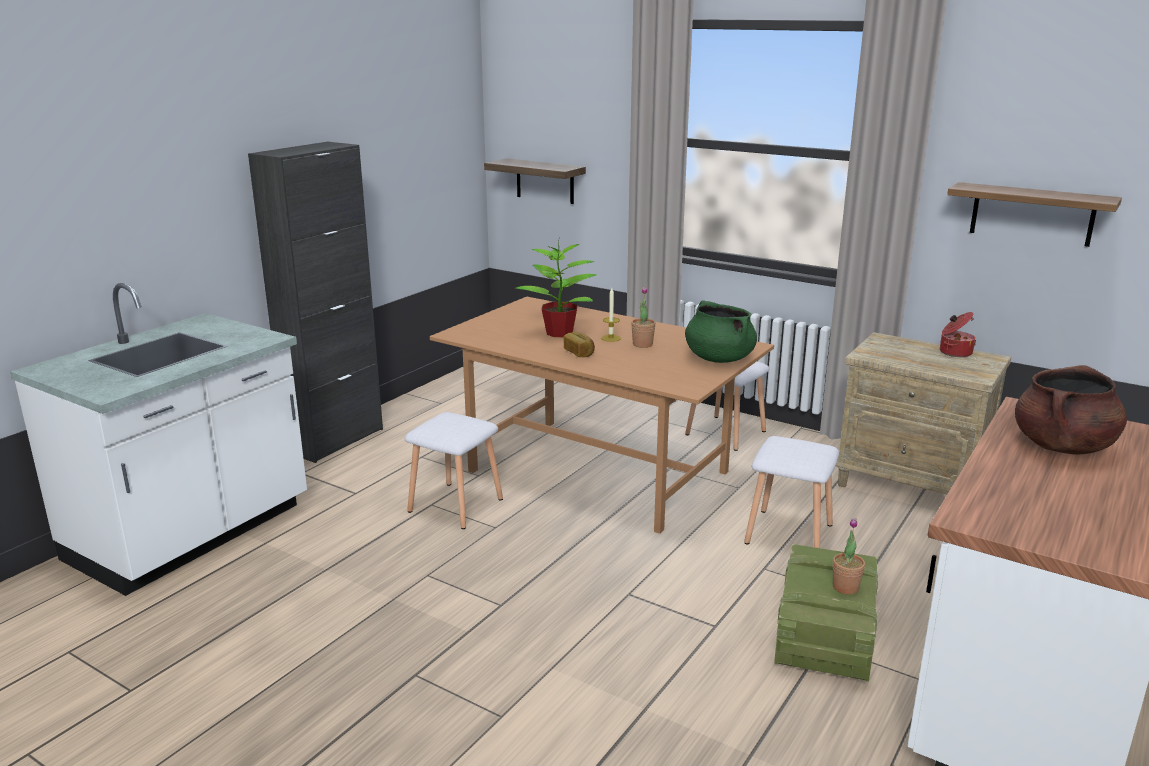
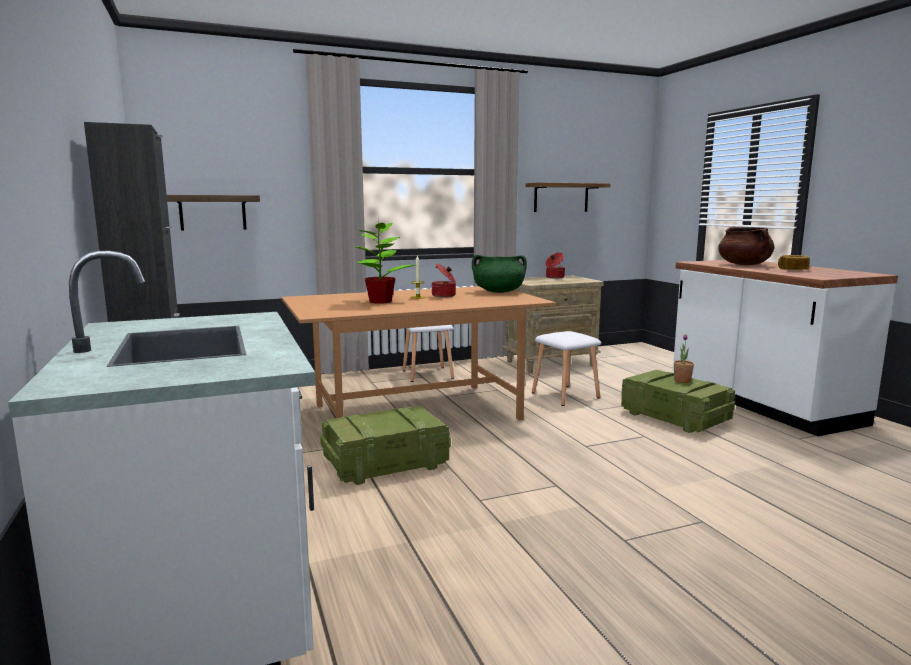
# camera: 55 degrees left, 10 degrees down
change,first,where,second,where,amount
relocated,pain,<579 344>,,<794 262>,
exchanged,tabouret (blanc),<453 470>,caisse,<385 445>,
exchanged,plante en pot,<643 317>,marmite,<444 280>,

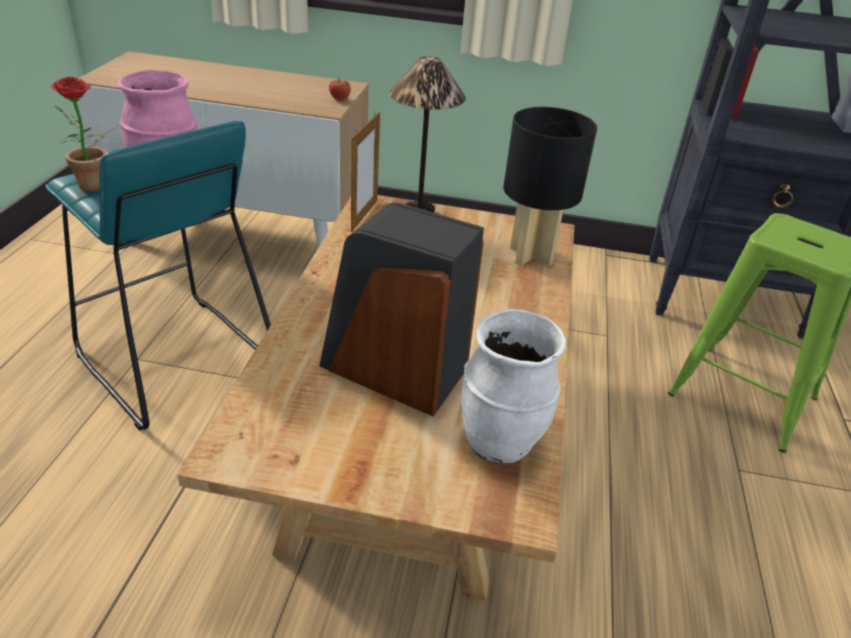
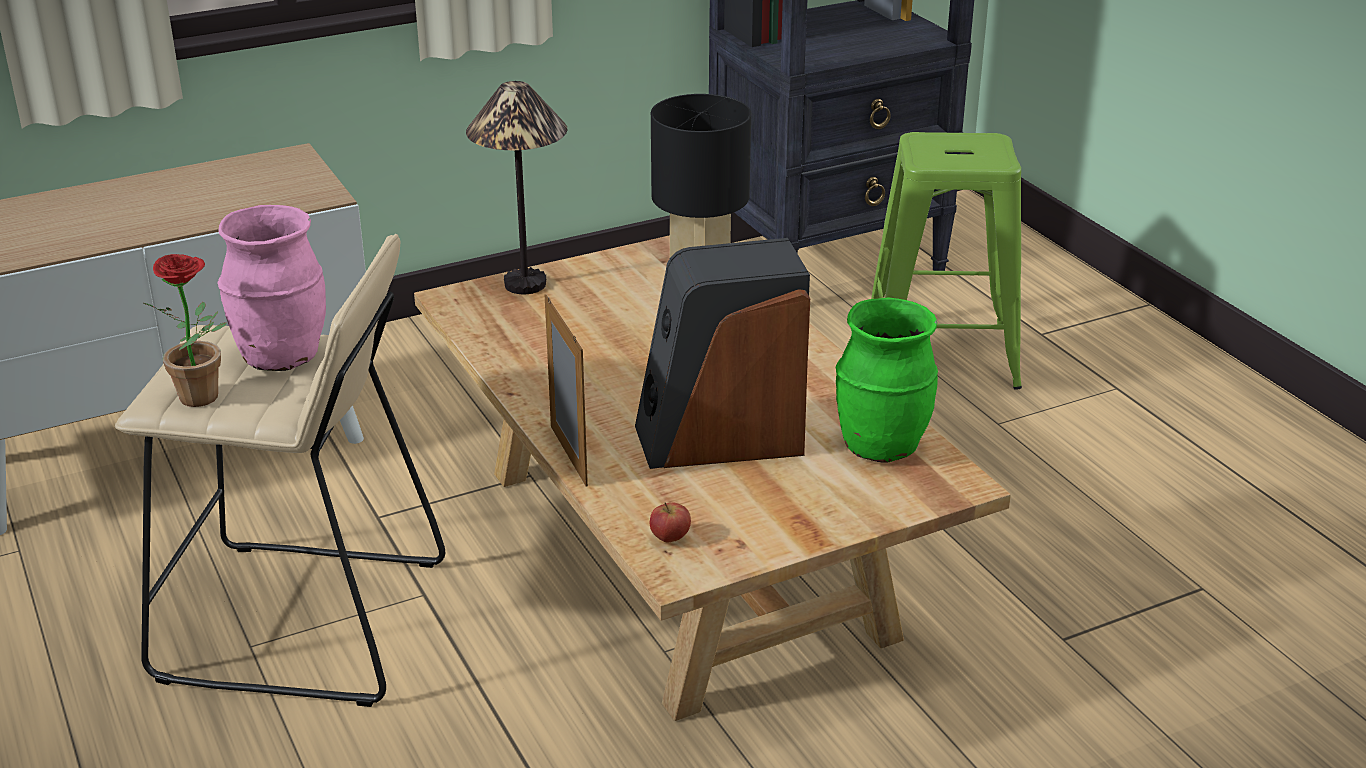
# camera: 35 degrees left, 5 degrees down
change,first,where,second,where,amount
relocated,pomme,<340 88>,,<670 522>,
relocated,cadre photo,<365 172>,,<566 390>,
colour,tabouret (turquoise),<158 275>,tabouret (beige),<280 470>,
colour,vase (blanc),<513 386>,vase (vert),<887 380>,

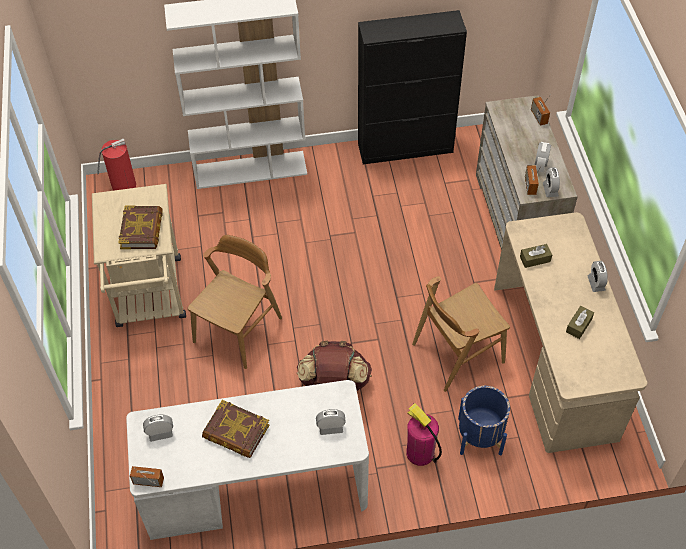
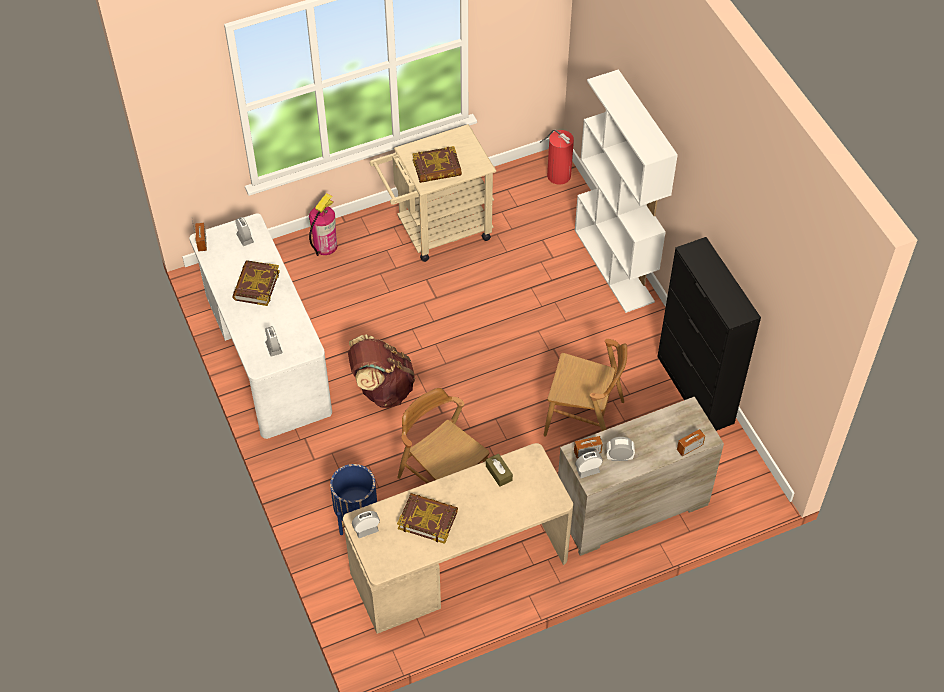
# camera: 75 degrees right, 0 degrees up
change,first,where,second,where,amount
relocated,chaise (marron),<235 302>,,<585 388>,
relocated,extincteur,<424 434>,,<323 224>,
relocated,réveil,<598 276>,,<366 524>,
exchanged,boîte à mouchoirs (marron),<580 322>,livre,<427 518>,

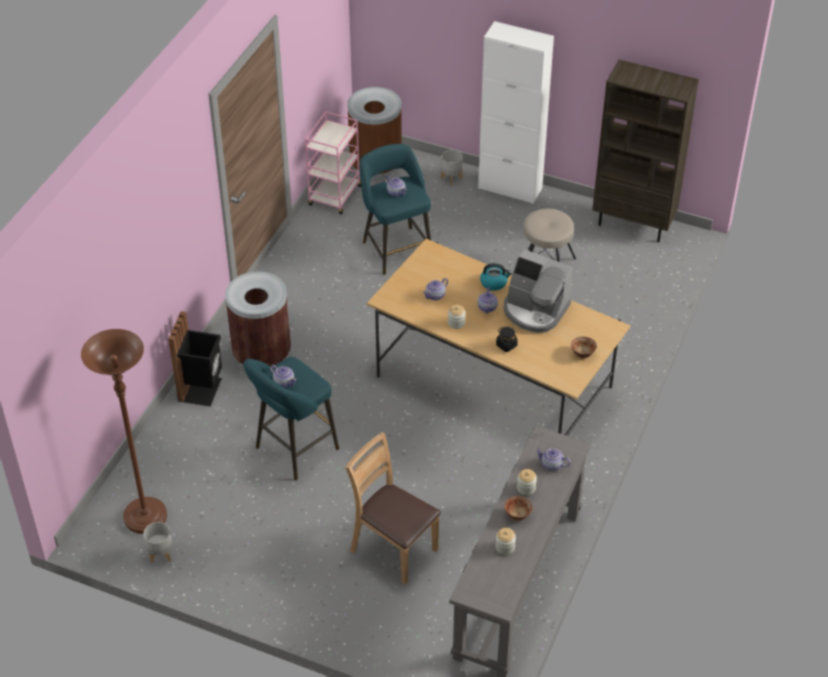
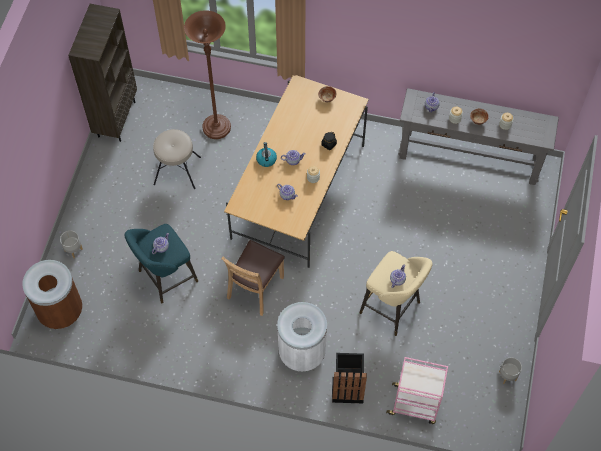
# camera: 100 degrees left, 15 degrees up
change,first,where,second,where,amount
missing,meuble de rangement (blanc),<516 112>,,,
missing,machine à café,<538 291>,,,
relocated,lampadaire (marron),<124 431>,,<207 74>,
relocated,chariot (rose),<333 163>,,<417 390>,
relocated,chaise (marron),<393 508>,,<253 278>,
colour,poubelle (marron),<258 319>,poubelle (blanc),<302 337>,
colour,tabouret (turquoise),<291 419>,tabouret (beige),<396 293>,

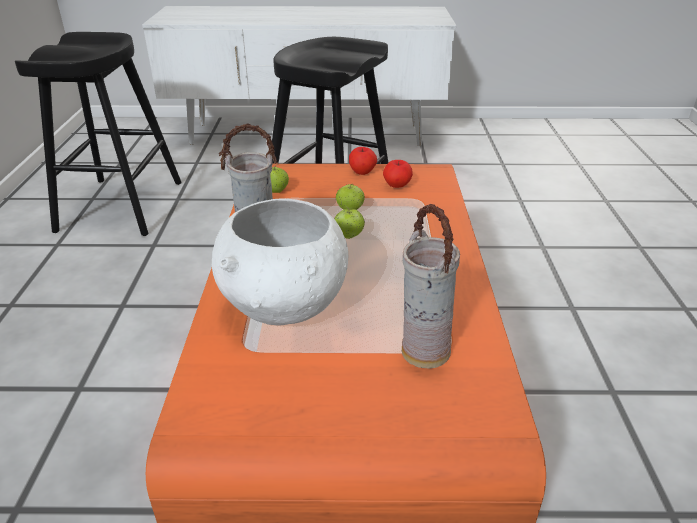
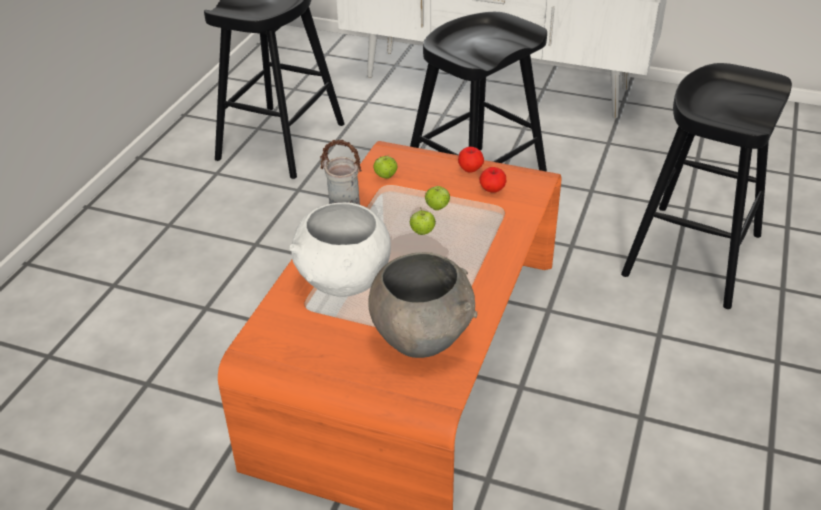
# camera: 20 degrees right, 5 degrees up
change,first,where,second,where,amount
appeared,,,tabouret (noir),<706 186>,
exchanged,vase,<431 286>,bol (gris),<423 305>,

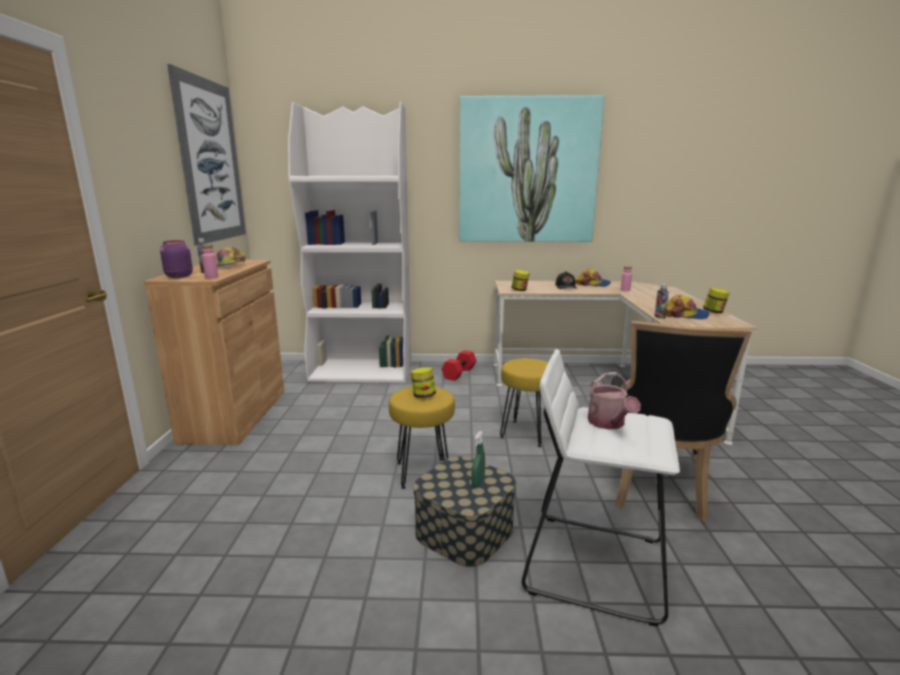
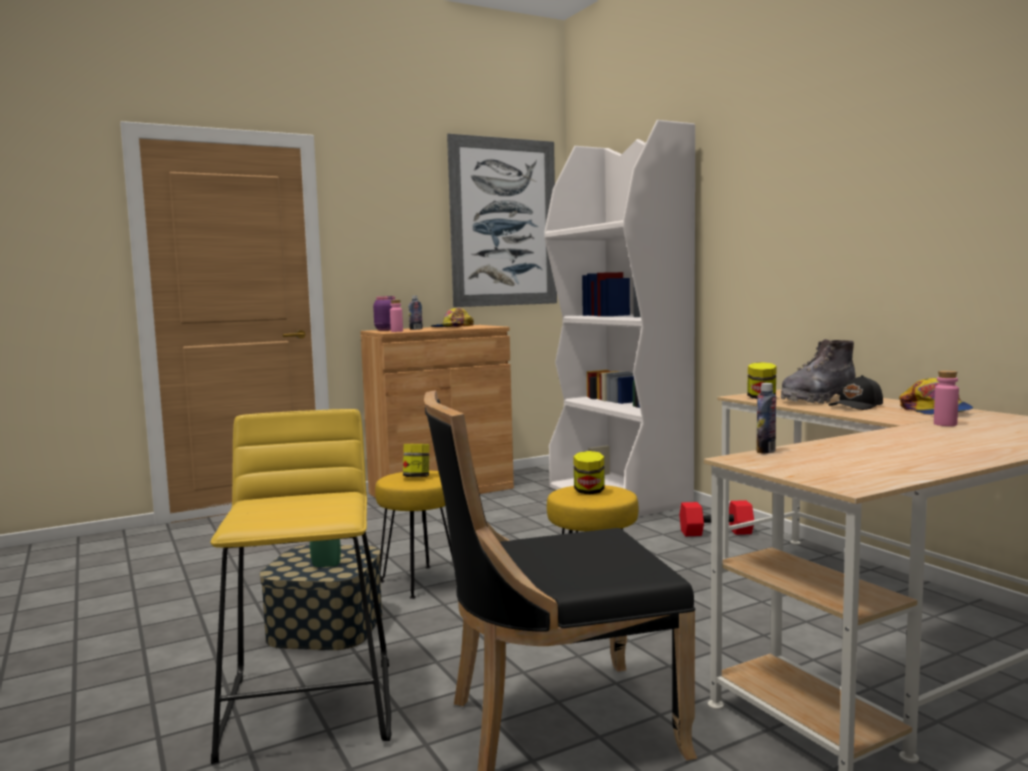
# camera: 60 degrees right, 10 degrees down
change,first,where,second,where,amount
missing,tableau,<531 168>,,,
missing,arrosoir,<614 401>,,,
missing,casquette,<687 307>,,,
appeared,,,botte (gris),<818 371>,
relocated,bocal,<716 301>,,<589 473>,
colour,tabouret (blanc),<601 487>,tabouret (jaune),<301 586>,

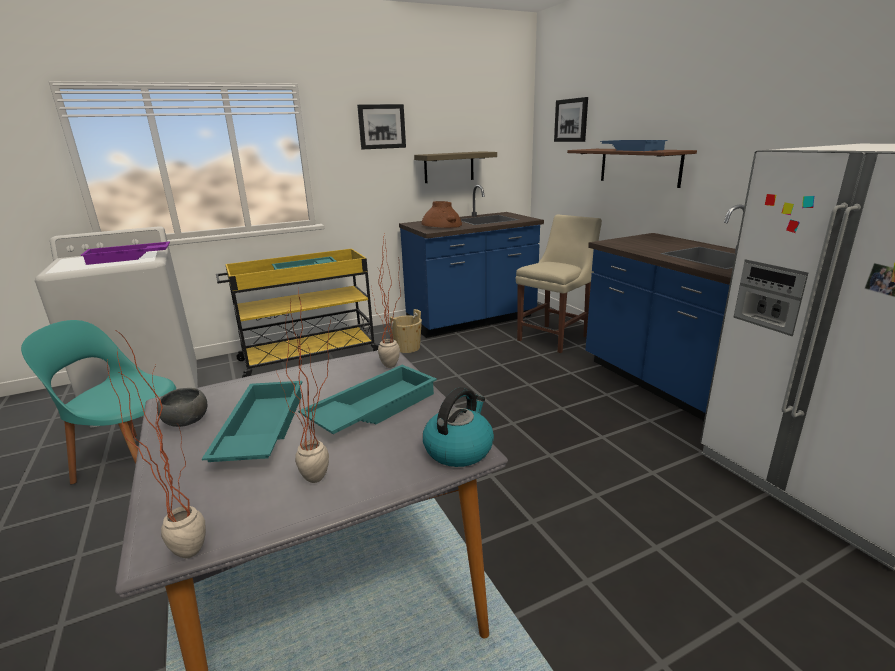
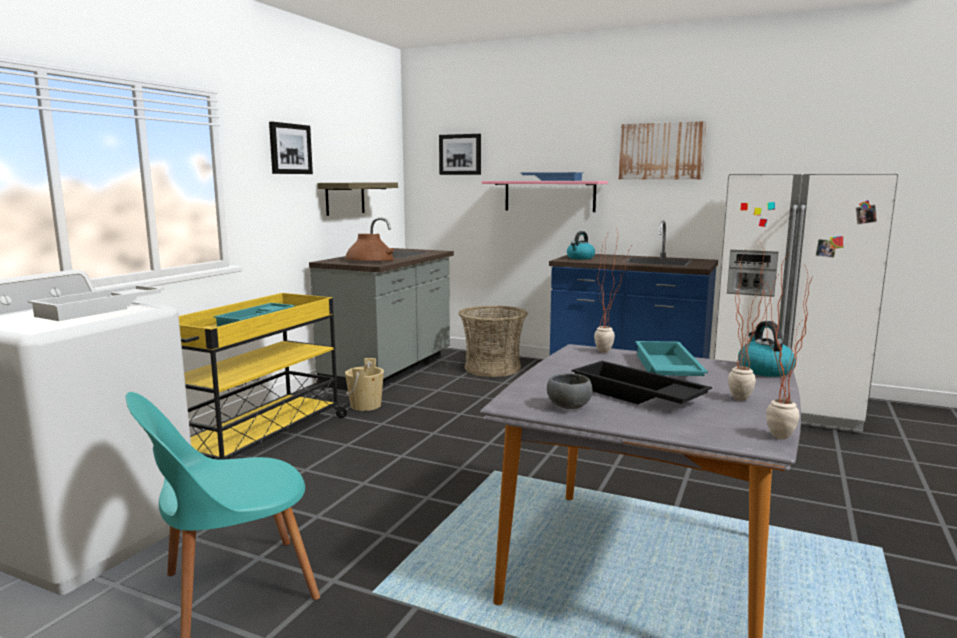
# camera: 40 degrees left, 10 degrees down
change,first,where,second,where,amount
appeared,,,bouilloire,<581 245>,
appeared,,,tableau,<663 150>,
exchanged,chaise (beige),<559 283>,panier,<493 341>,
colour,plateau (violet),<125 253>,plateau (blanc),<96 303>,
colour,plateau (turquoise),<252 421>,plateau (noir),<641 382>,
colour,comptoir de cuisine (bleu),<471 261>,comptoir de cuisine (gris),<381 304>,
colour,étagère (marron),<632 168>,étagère (rose),<545 196>,

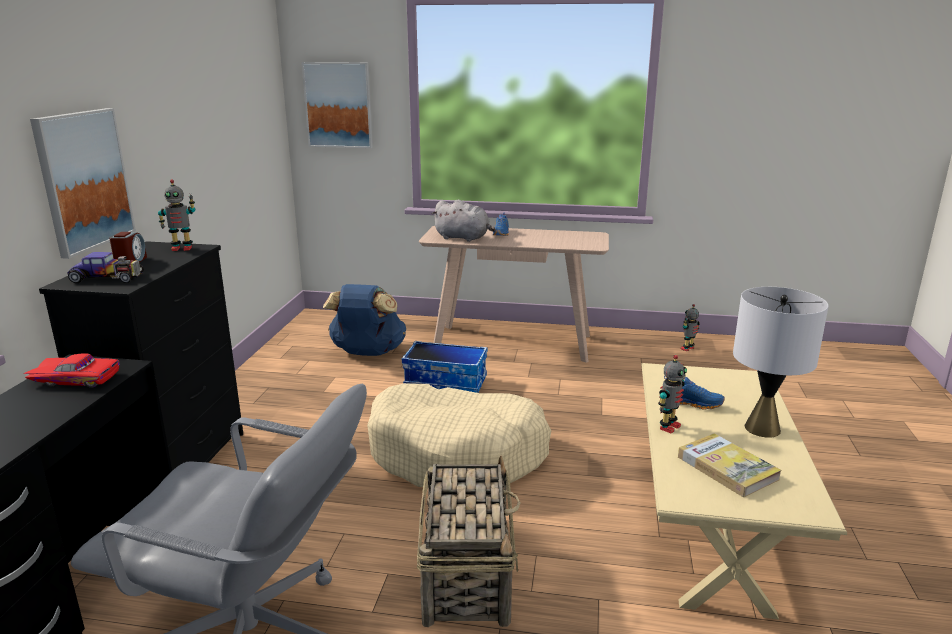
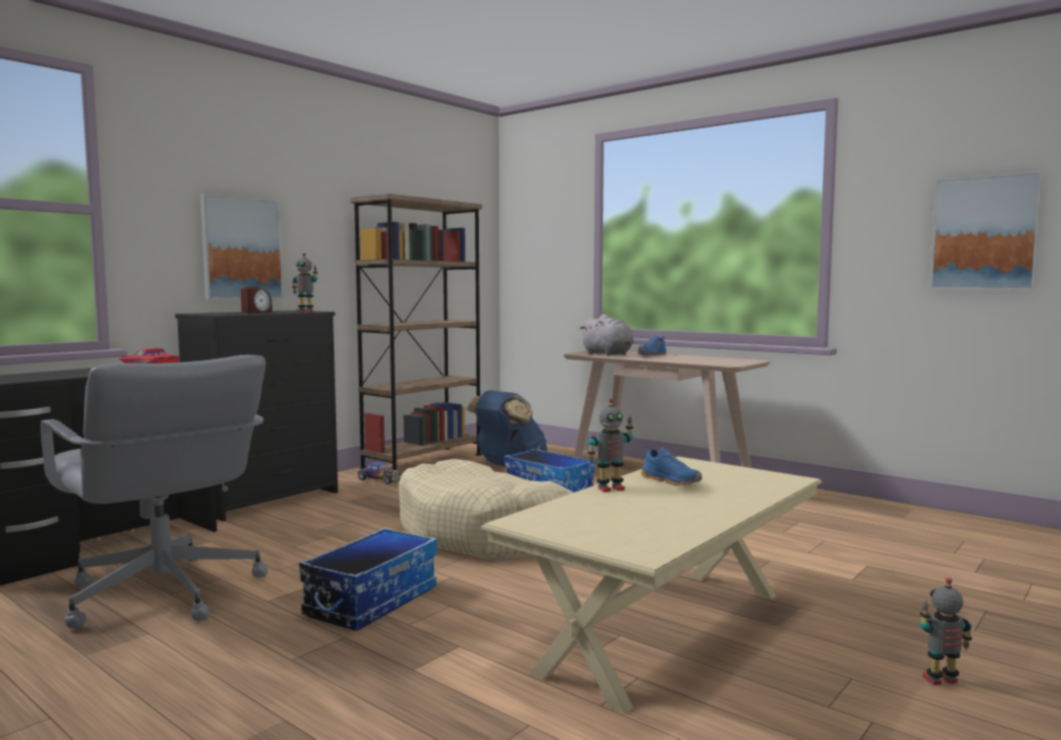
# camera: 30 degrees right, 15 degrees down
change,first,where,second,where,amount
missing,livre,<730 465>,,,
missing,lampe de table (gris),<780 362>,,,
appeared,,,bibliothèque (marron),<416 332>,
relocated,petite voiture,<105 267>,,<380 473>,
relocated,tableau,<337 105>,,<986 230>,
relocated,robot jouet,<690 327>,,<946 631>,
exchanged,panier,<469 541>,boîte de rangement,<368 579>,

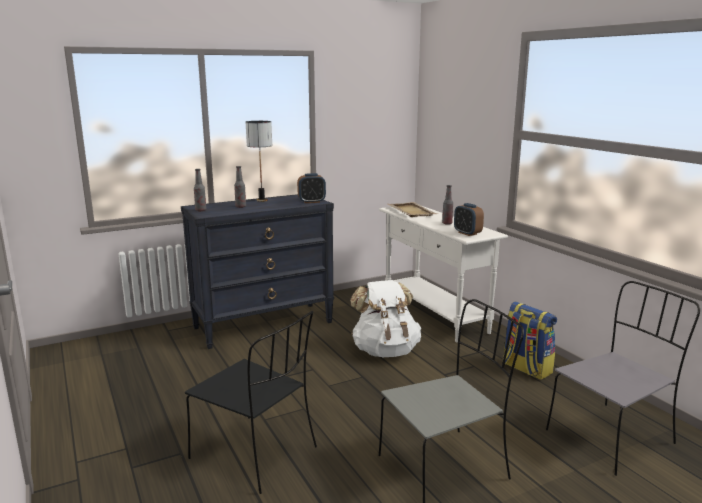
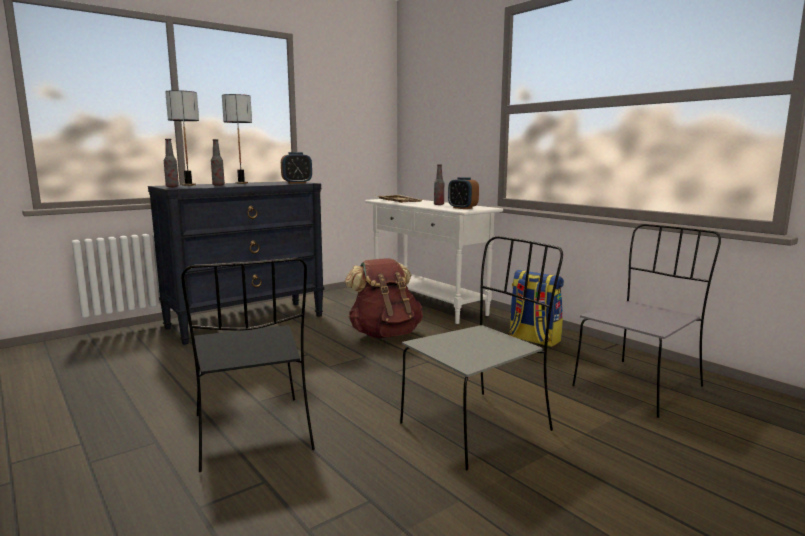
# camera: 10 degrees left, 5 degrees down
change,first,where,second,where,amount
appeared,,,lampe de table,<182 138>,
colour,sac à dos (blanc),<385 318>,sac à dos (marron),<384 298>,
spun,chaise (noir),<251 402>,,<248 365>,45 degrees clockwise

